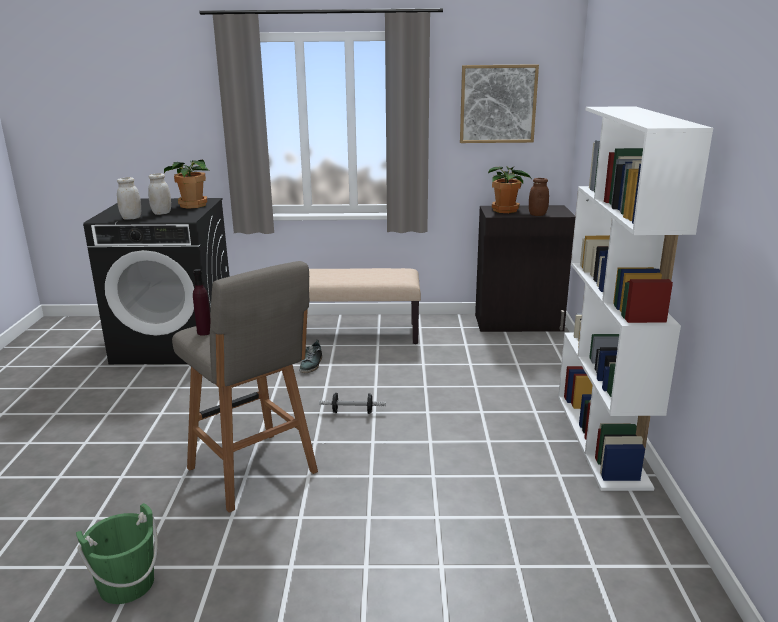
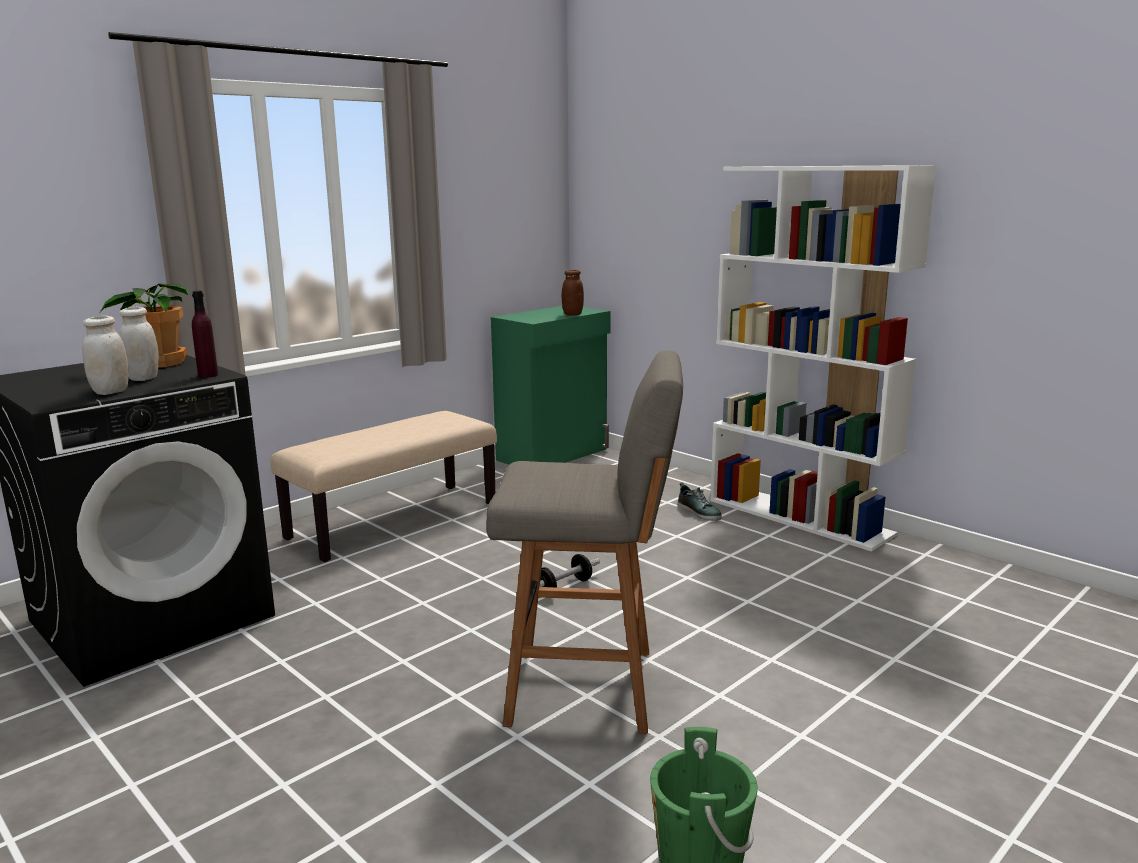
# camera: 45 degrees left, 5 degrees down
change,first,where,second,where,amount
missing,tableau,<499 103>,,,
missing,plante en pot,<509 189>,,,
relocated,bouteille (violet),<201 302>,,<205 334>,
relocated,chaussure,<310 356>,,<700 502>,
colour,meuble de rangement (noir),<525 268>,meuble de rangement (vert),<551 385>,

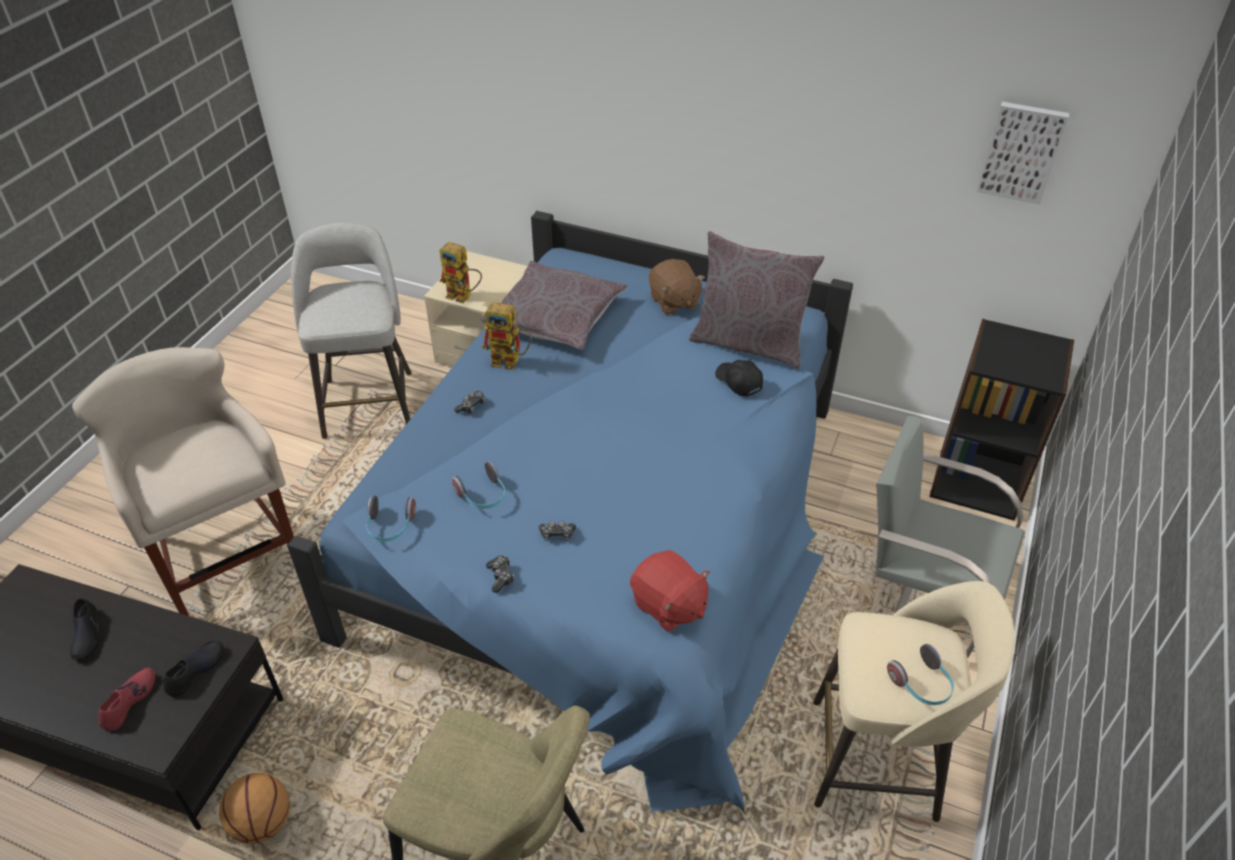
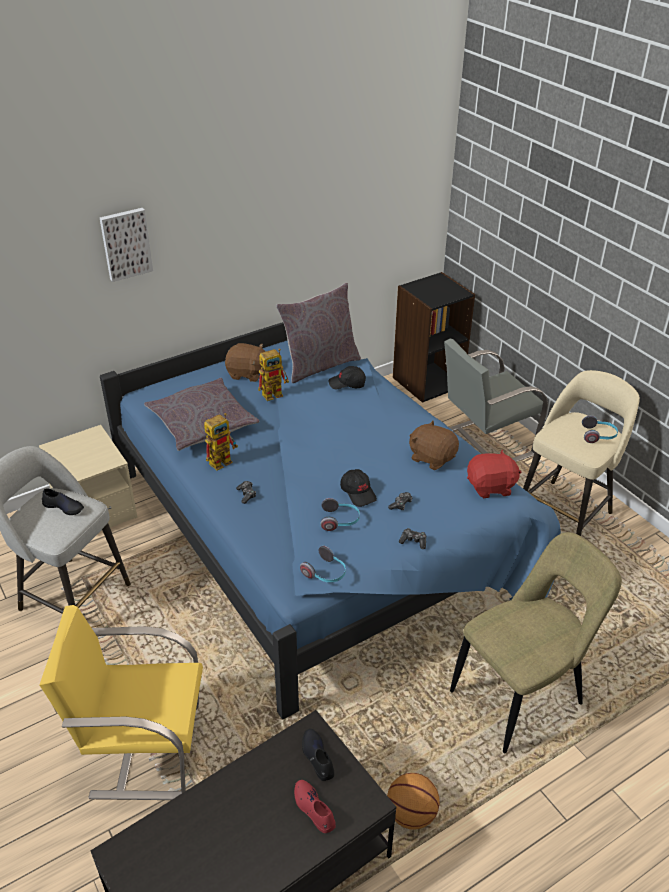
# camera: 55 degrees left, 5 degrees down
change,first,where,second,where,amount
appeared,,,casquette (noir),<358 488>,
appeared,,,peluche (marron),<434 445>,
relocated,chaussure (noir),<84 628>,,<63 501>,
relocated,robot jouet,<460 272>,,<273 375>,
relocated,tableau,<1023 153>,,<126 245>,
exchanged,tabouret (beige),<183 481>,chaise (jaune),<121 702>,

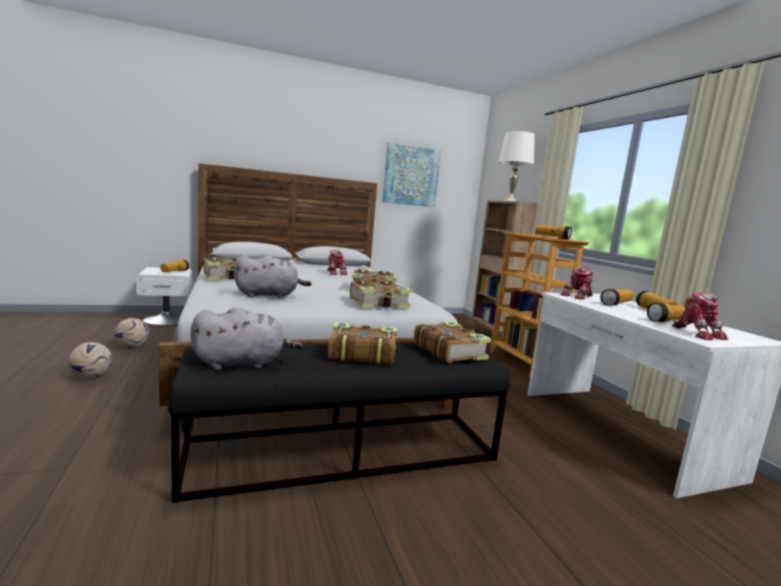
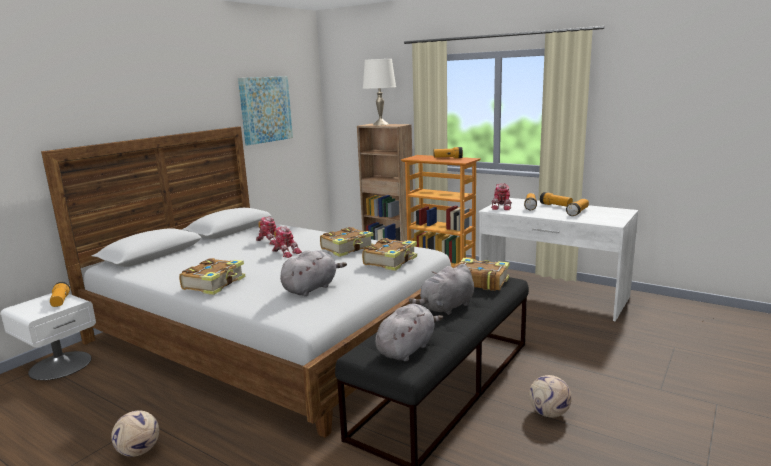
# camera: 35 degrees left, 5 degrees up
change,first,where,second,where,amount
relocated,ballon de foot,<131 333>,,<550 396>,
relocated,robot jouet,<700 316>,,<287 242>,
exchanged,livre,<362 344>,peluche (gris),<441 289>,

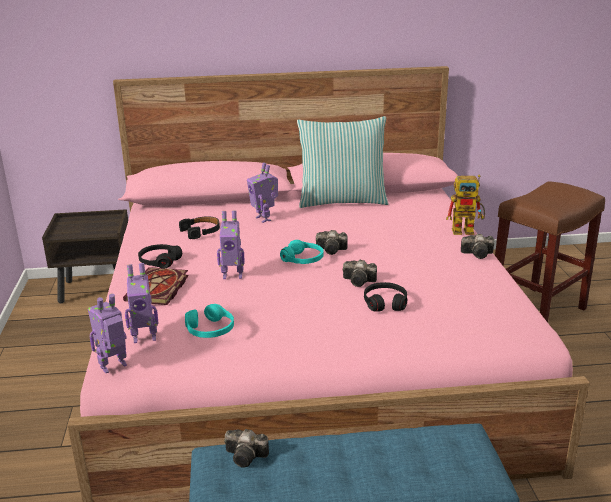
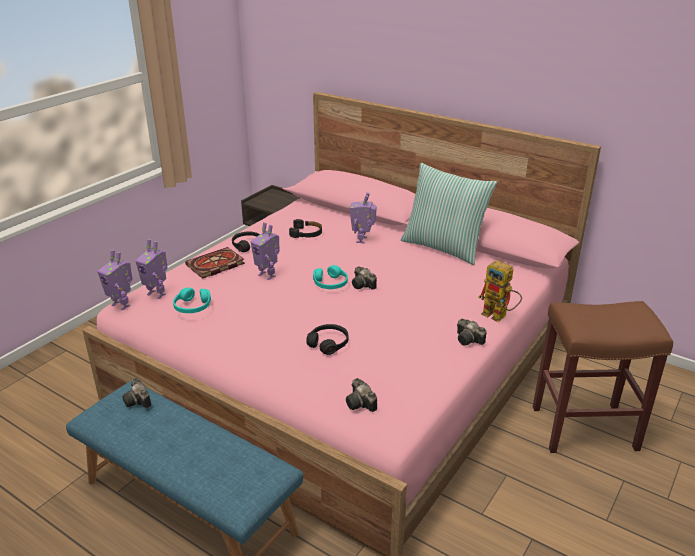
# camera: 40 degrees right, 5 degrees up
change,first,where,second,where,amount
relocated,appareil photo,<360 273>,,<361 395>,
spun,robot jouet,<107 333>,,<115 280>,150 degrees counterclockwise

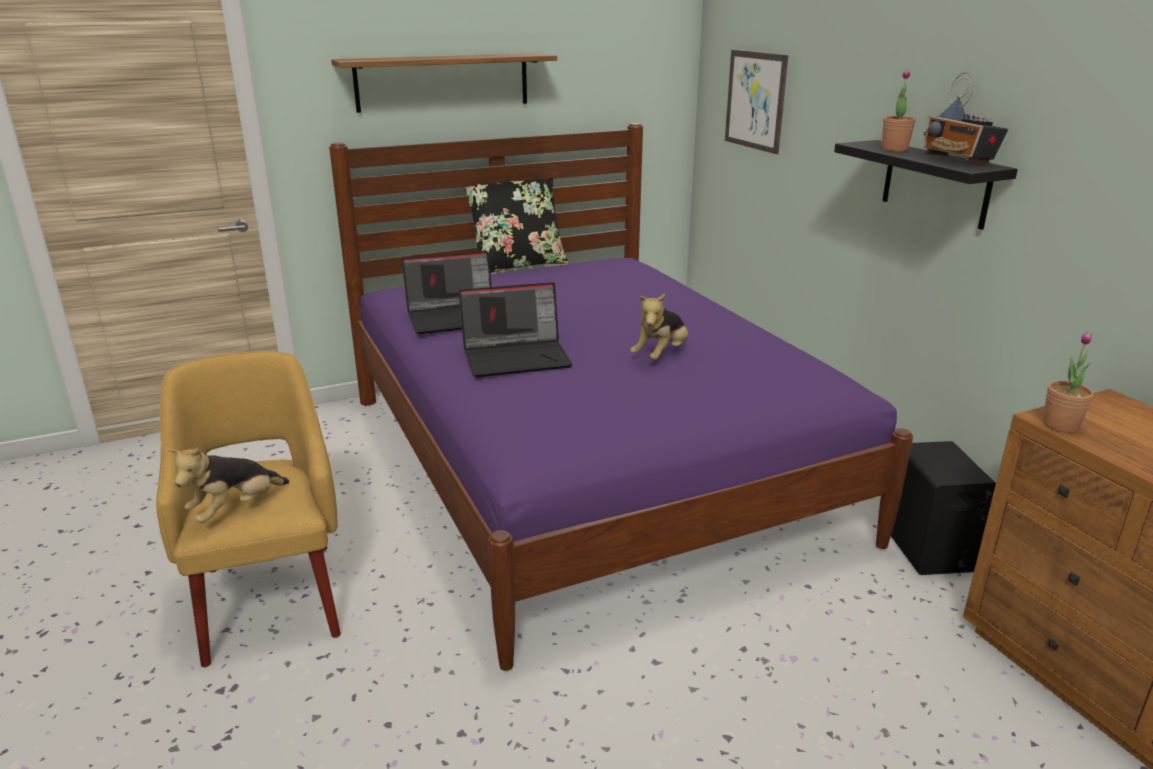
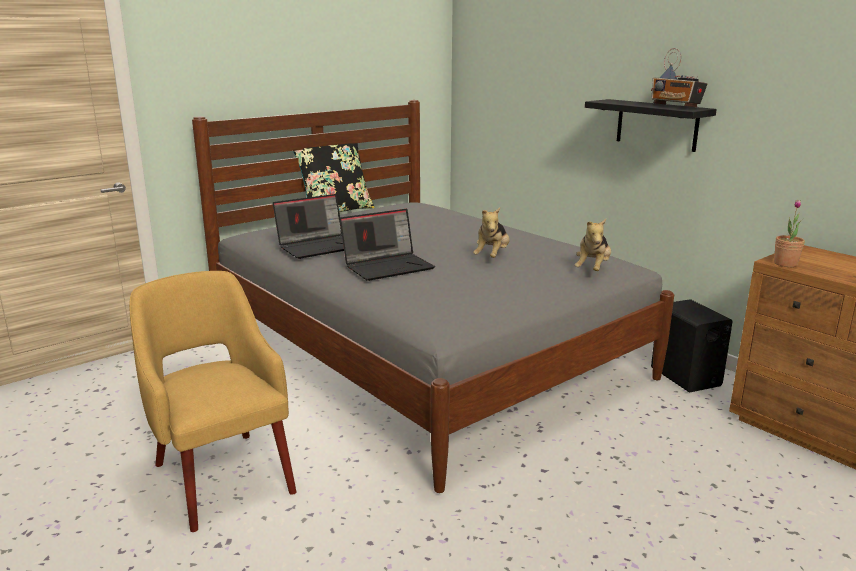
# camera: 15 degrees left, 5 degrees down
change,first,where,second,where,amount
missing,étagère,<444 83>,,,
missing,tableau,<756 102>,,,
missing,plante en pot,<899 110>,,,
relocated,peluche,<228 485>,,<593 245>,
colour,lit (violet),<621 397>,lit (gris),<433 296>,

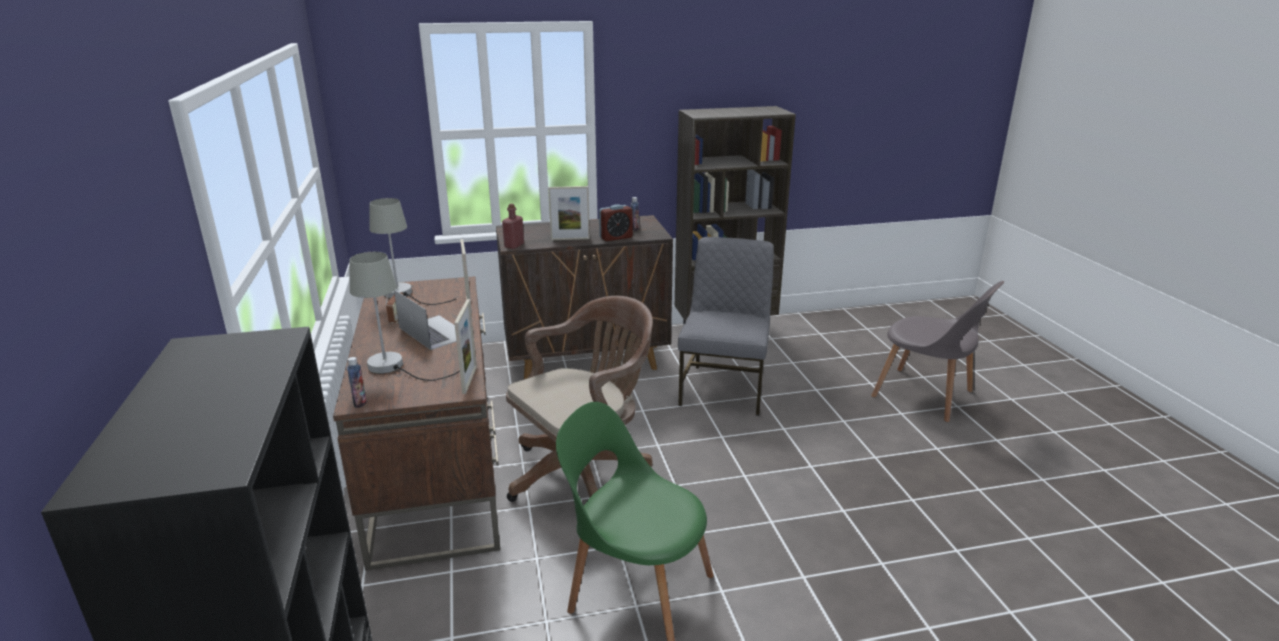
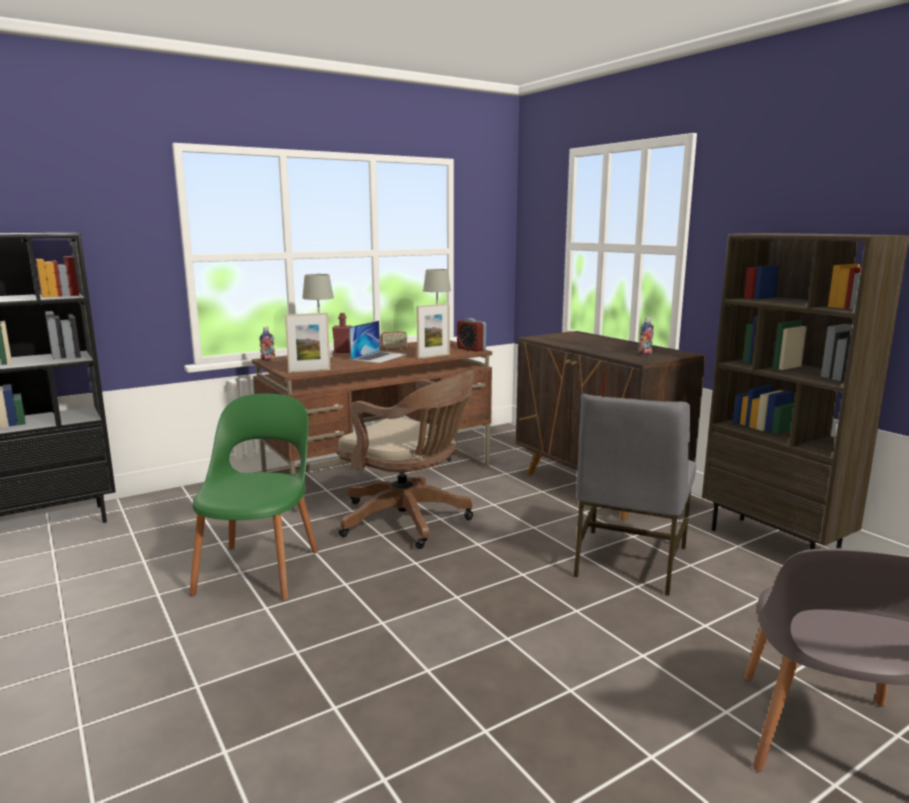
# camera: 70 degrees right, 10 degrees down
change,first,where,second,where,amount
missing,cadre photo,<569 213>,,,
relocated,bouteille (rouge),<513 226>,,<342 333>,
relocated,réveil,<616 222>,,<471 335>,
spun,chaise (gris),<726 326>,,<635 495>,120 degrees clockwise

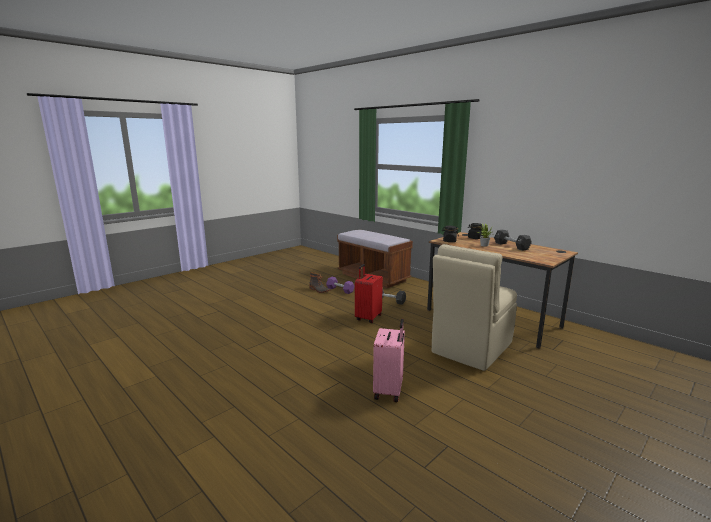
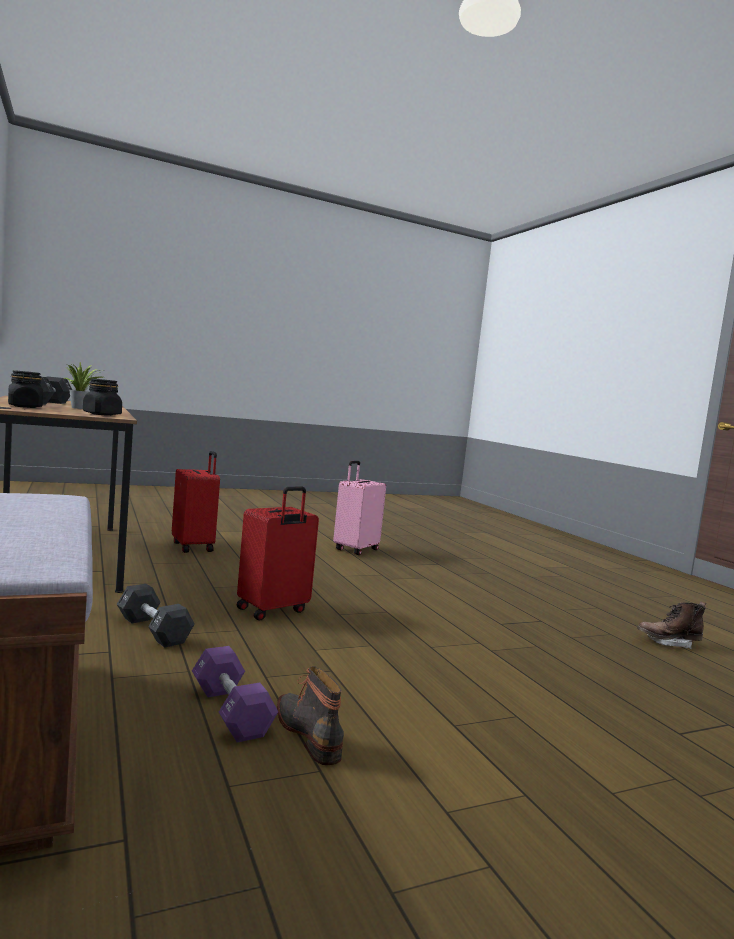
# camera: 160 degrees left, 10 degrees down
change,first,where,second,where,amount
appeared,,,botte (marron),<671 625>,
exchanged,chaise (beige),<474 307>,valise (rouge),<196 502>,

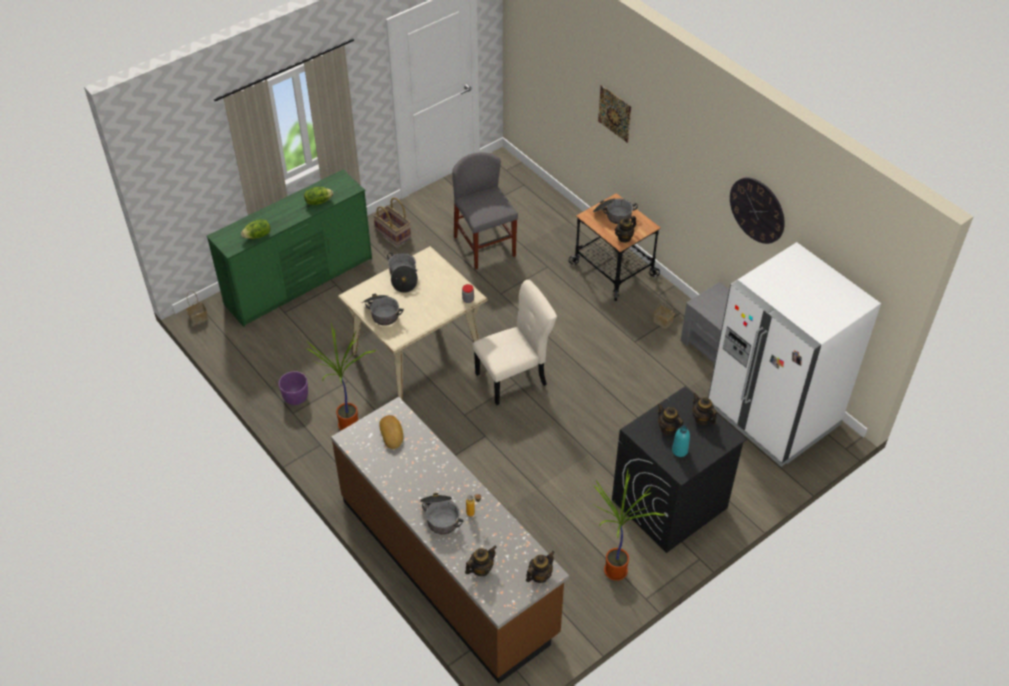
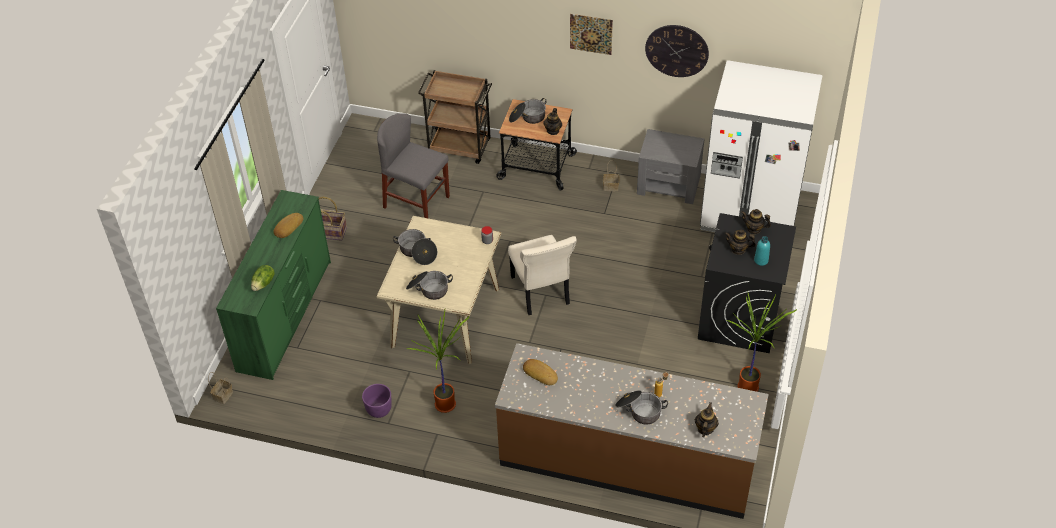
# camera: 35 degrees left, 0 degrees up
change,first,where,second,where,amount
missing,théière,<540 567>,,,
appeared,,,chariot (marron),<455 117>,
relocated,tableau,<614 114>,,<591 34>,
exchanged,laitue,<318 196>,pain,<289 225>,
spun,chaise (beige),<515 342>,,<542 275>,135 degrees clockwise

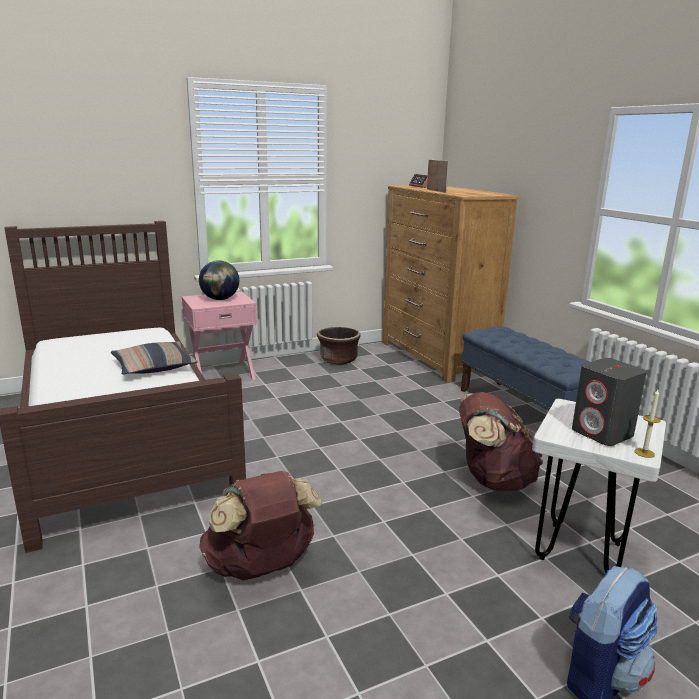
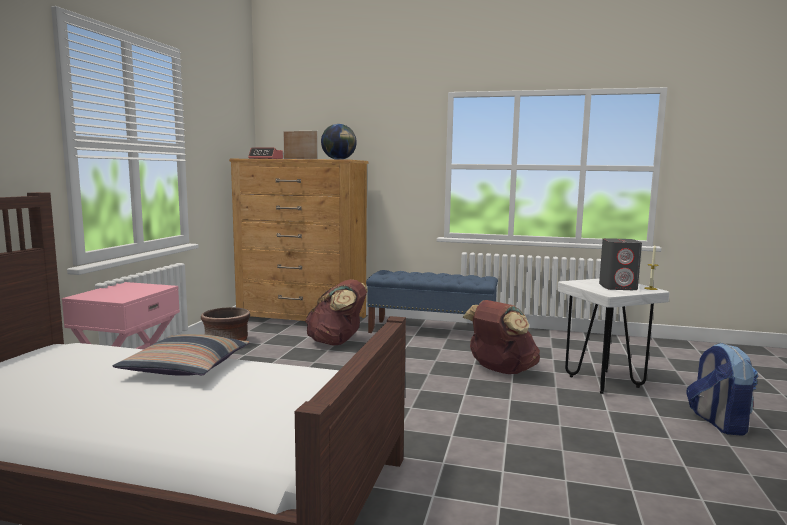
# camera: 50 degrees left, 10 degrees down
change,first,where,second,where,amount
relocated,globe,<219 280>,,<339 142>,
relocated,sac à dos (marron),<260 526>,,<336 312>,

